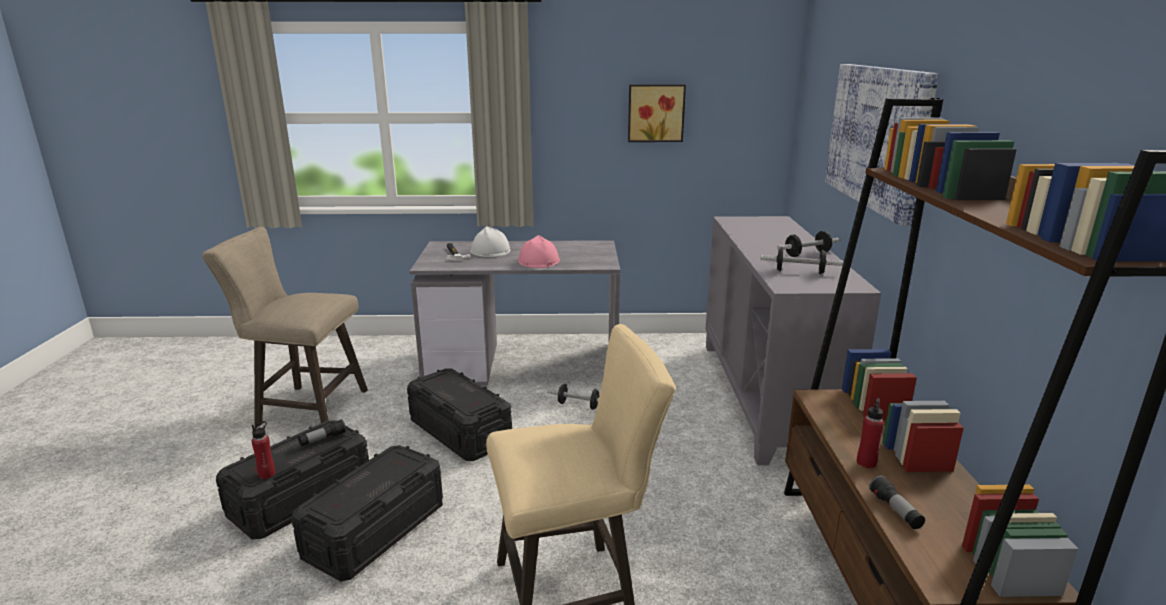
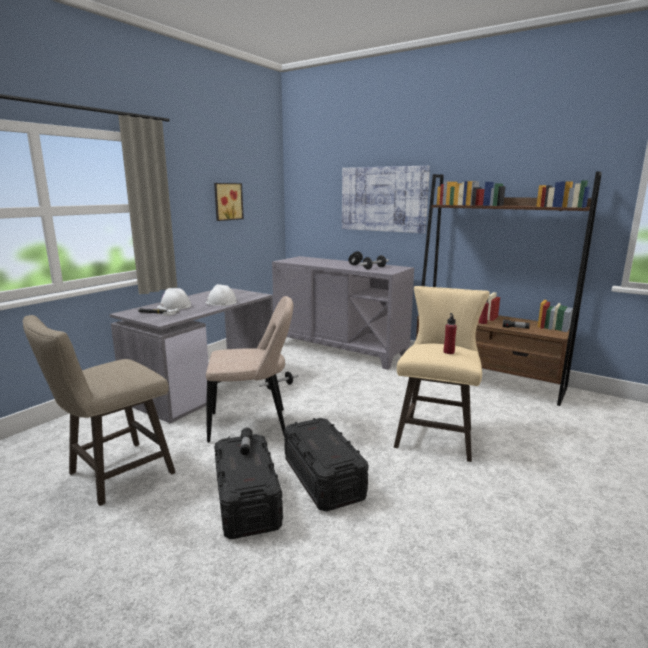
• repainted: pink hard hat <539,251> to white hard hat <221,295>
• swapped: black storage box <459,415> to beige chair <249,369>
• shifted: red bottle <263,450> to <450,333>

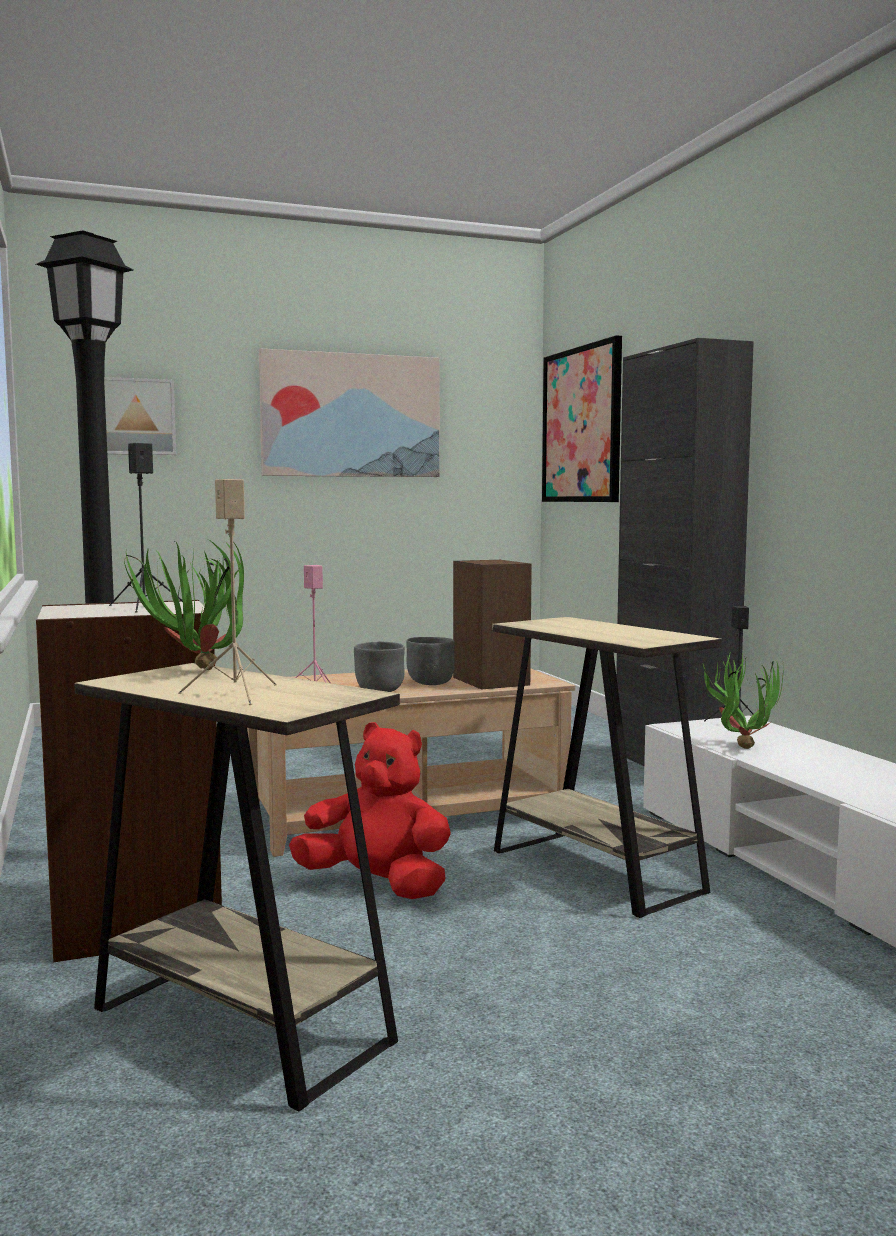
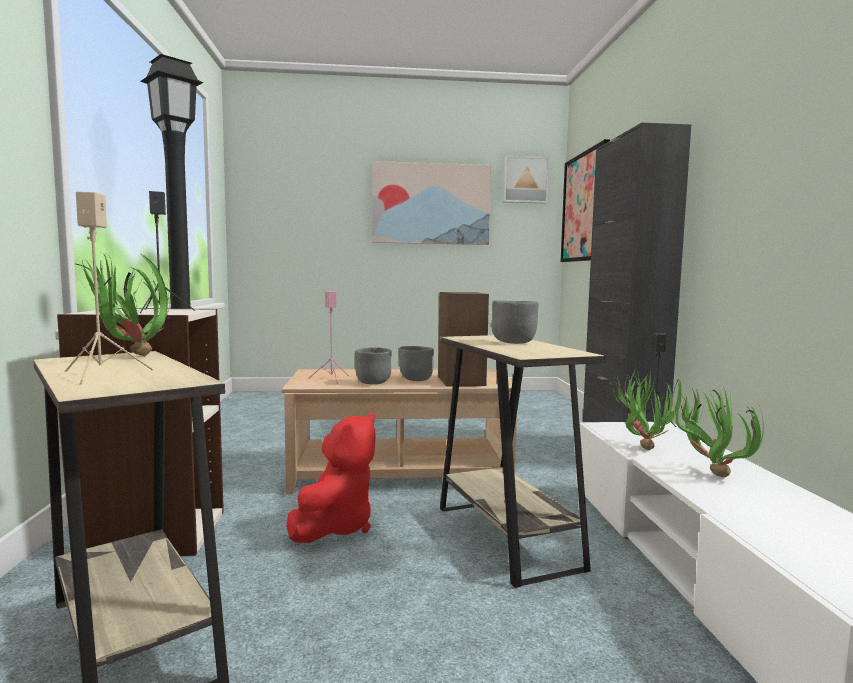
• rotated: red plush toy <370,810> = <331,478> 75 degrees clockwise
• new: grey bowl <515,322>
• shifted: picture <140,416> to <526,179>
• new: potted plant <718,432>

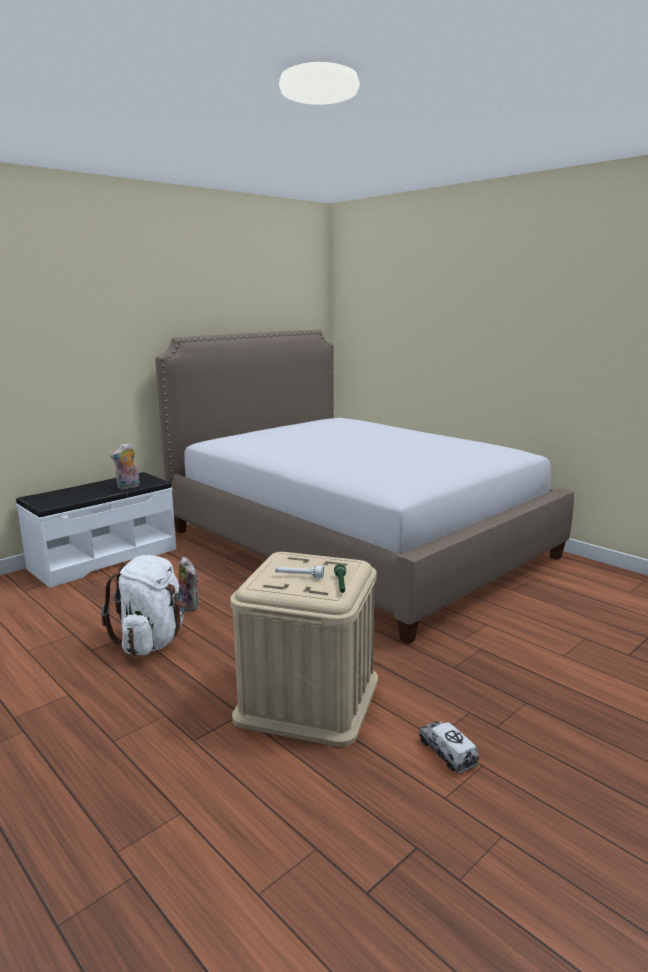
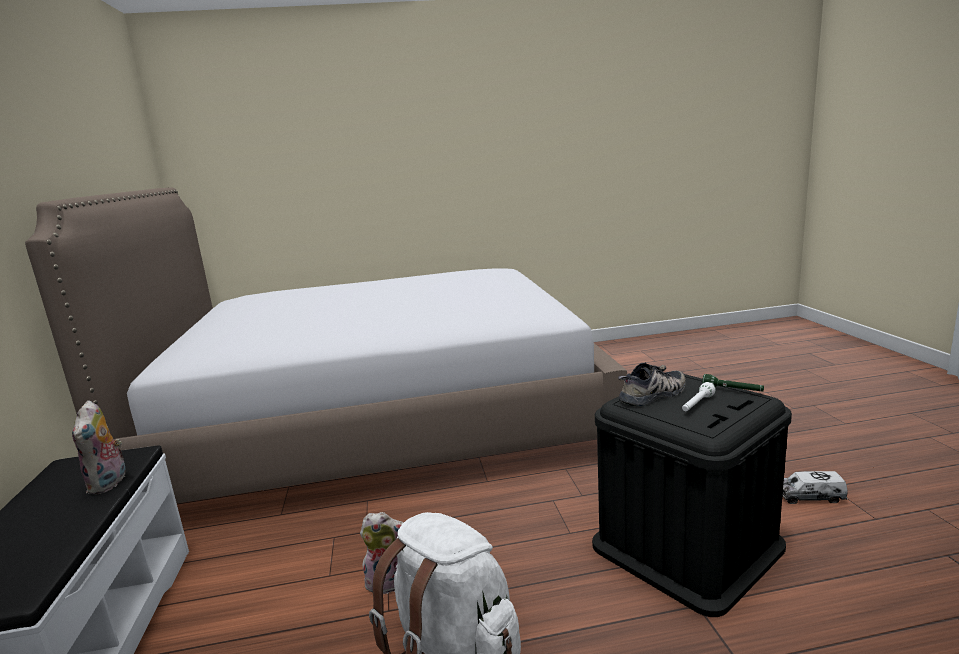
• repainted: beige storage box <304,649> to black storage box <692,495>
• new: shoe <652,384>

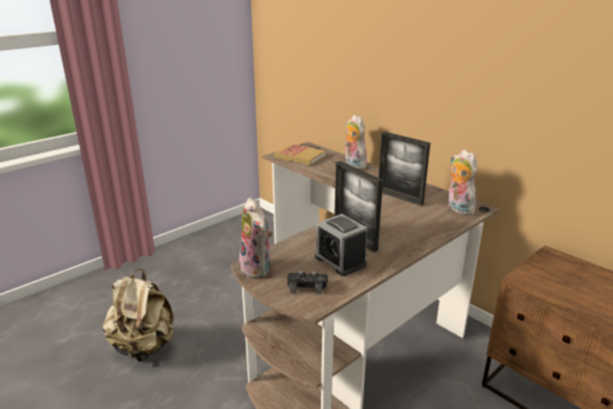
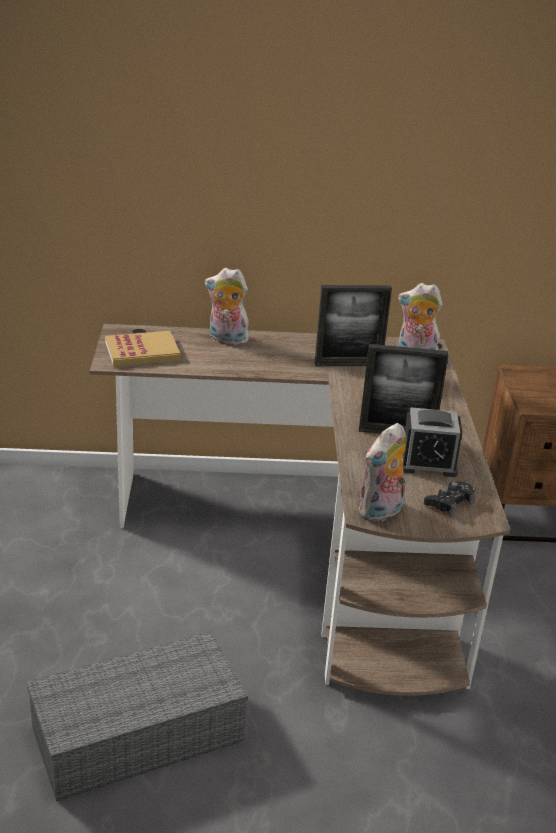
• swapped: beige backpack <138,315> to grey storage box <137,717>
• rotated: plush toy <256,238> = <382,473> 120 degrees clockwise

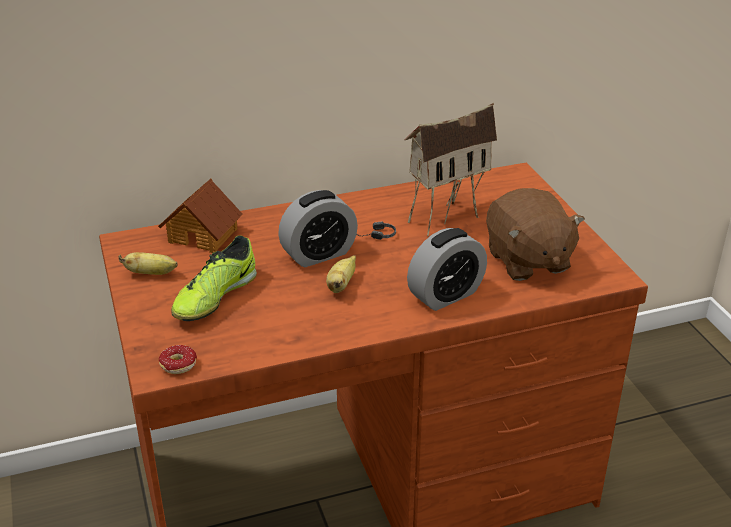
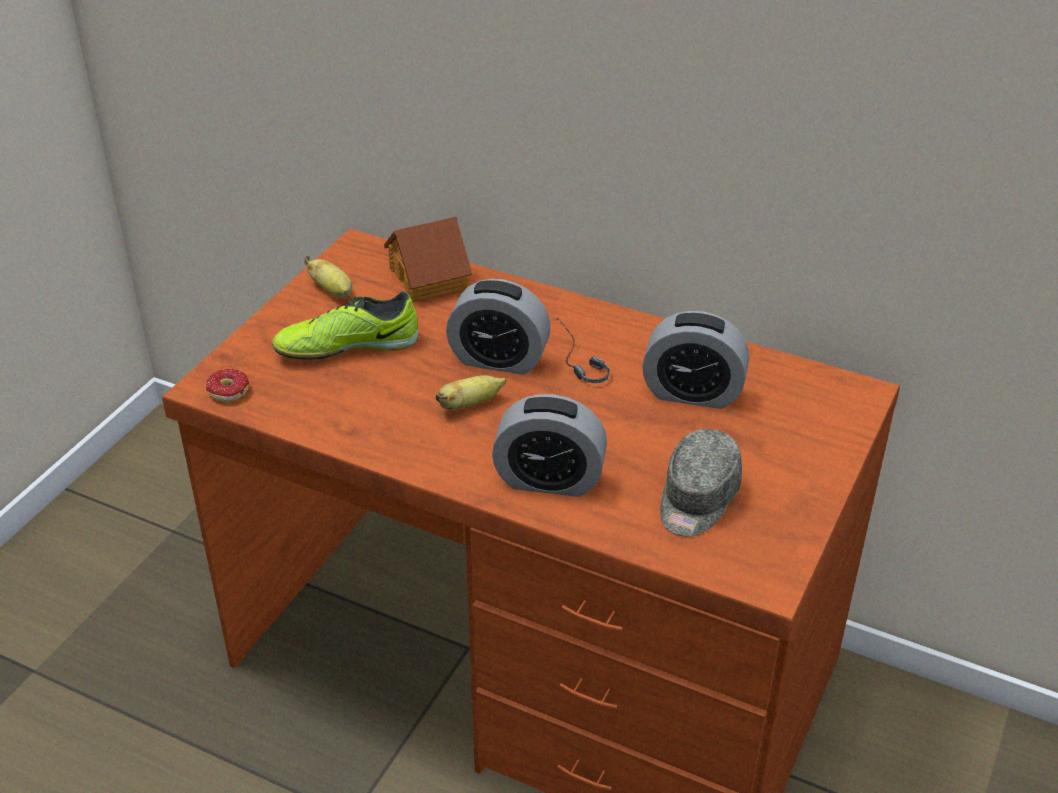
• swapped: toy house <450,169> to alarm clock <695,360>
• swapped: brown plush toy <535,234> to grey cap <701,483>

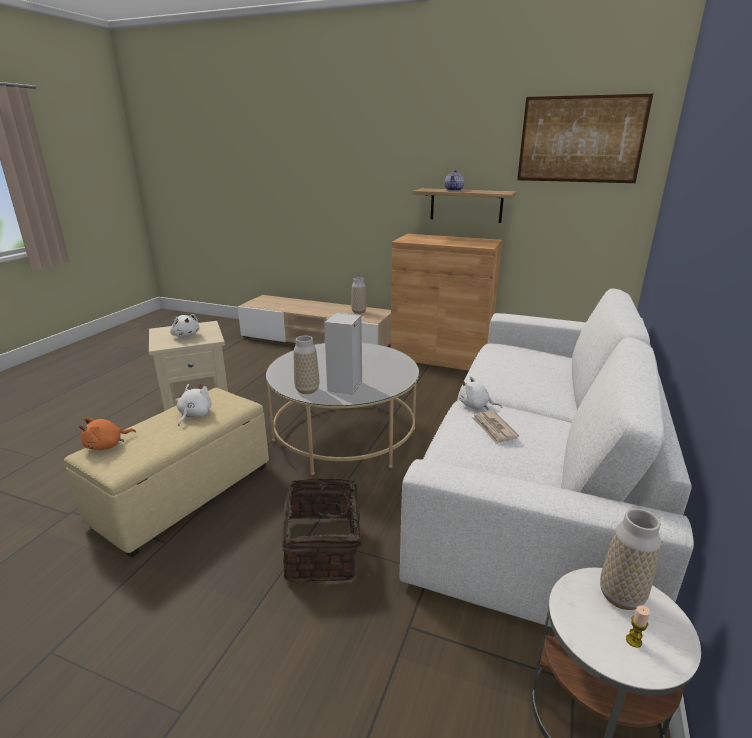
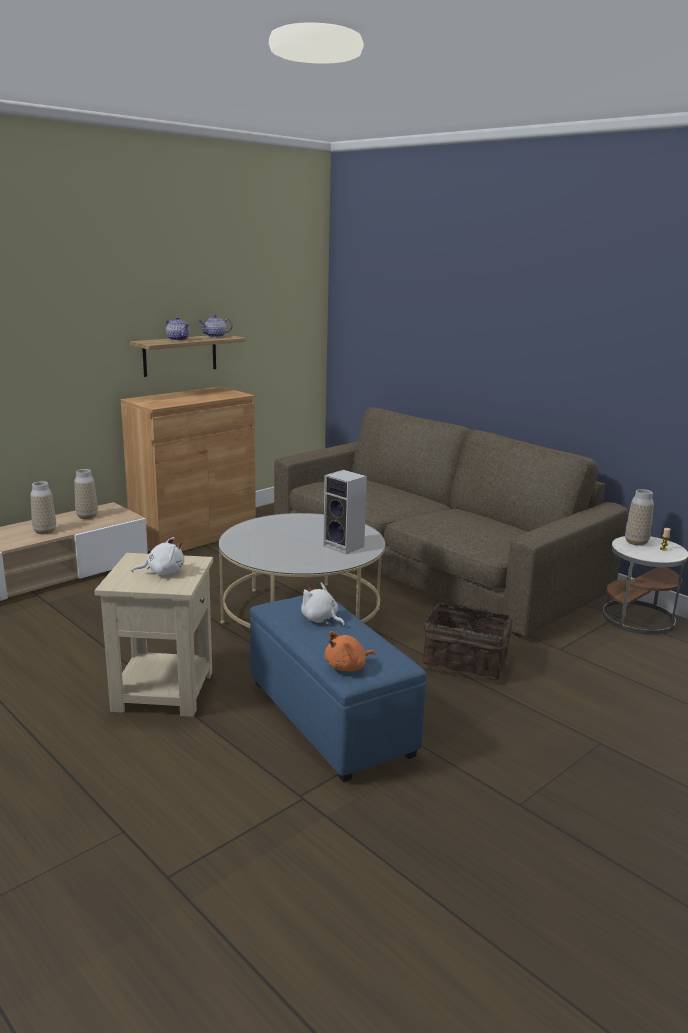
• shifted: vase <306,365> to <43,507>
• new: teapot <215,325>
• repainted: beige ottoman <166,473> to blue ottoman <338,688>
• repainted: white sofa <547,458> to brown sofa <451,521>
• rotated: orange plush toy <107,433> = <350,651> 75 degrees clockwise
• gone: white plush toy <480,393>
• gone: newspaper <495,427>
• gone: picture <585,138>

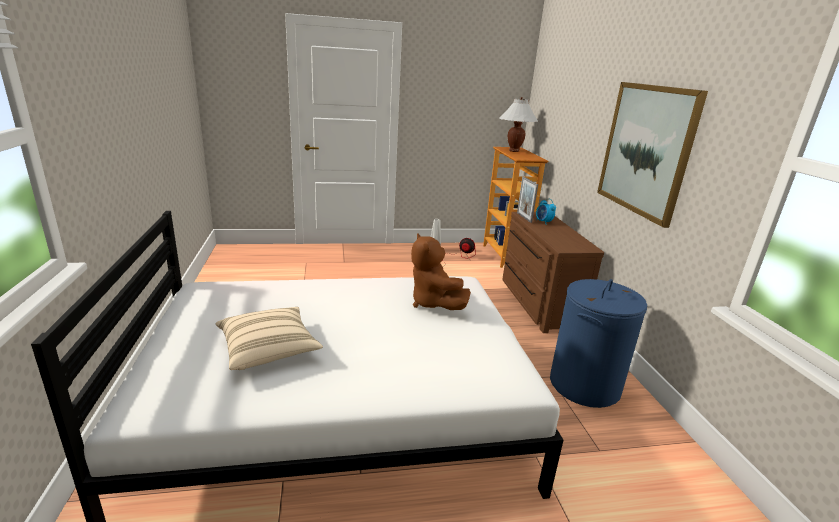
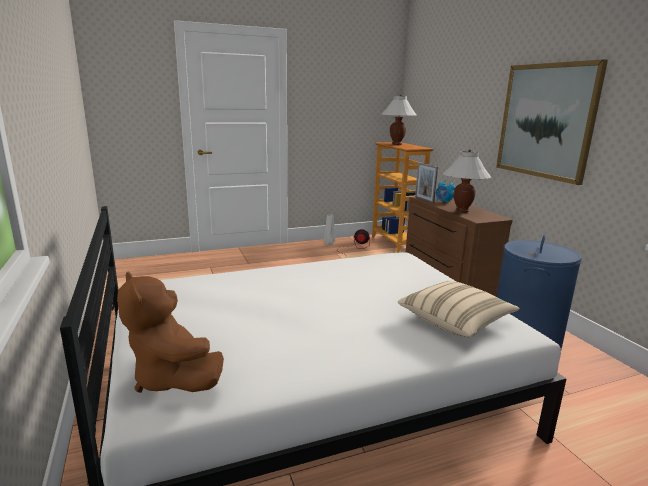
• shifted: brown plush toy <441,271> to <170,332>
• shifted: beige pillow <269,338> to <459,309>
• new: white table lamp <467,181>

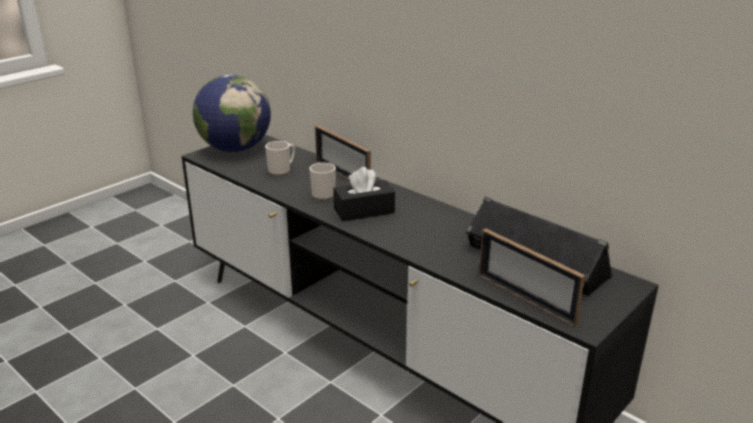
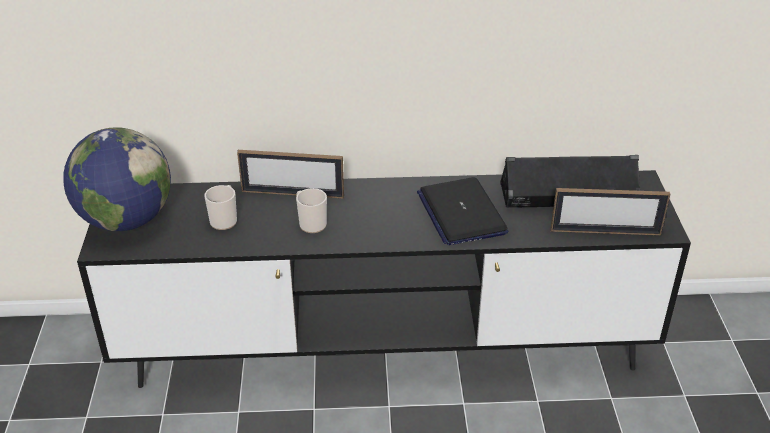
• new: laptop <462,211>
• gone: black tissue box <364,194>

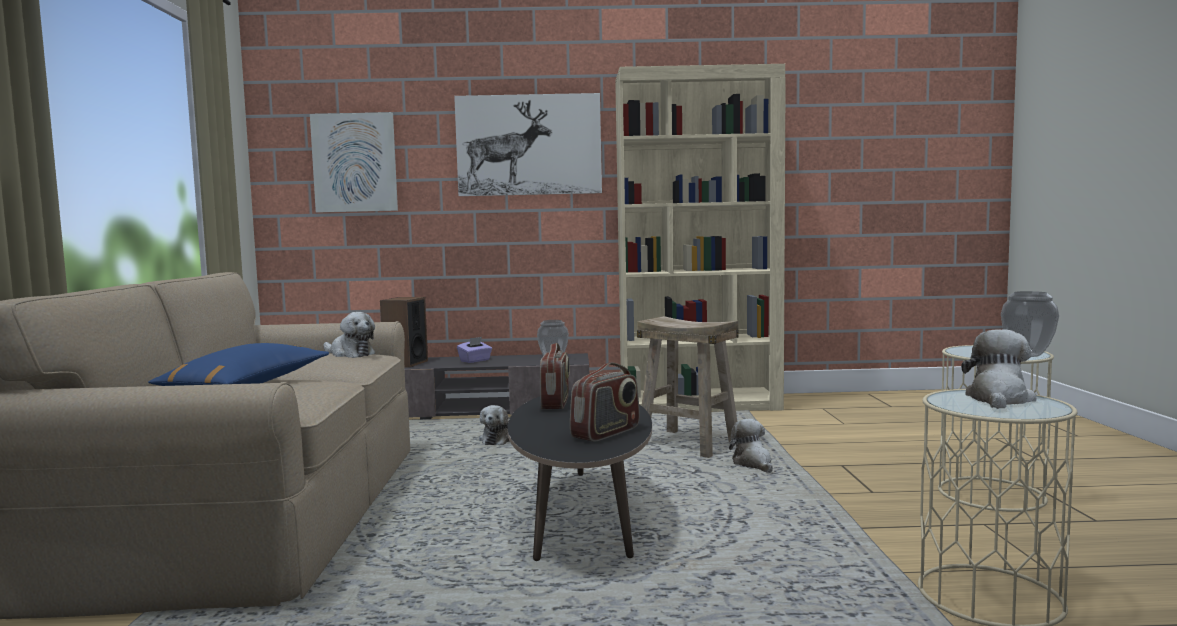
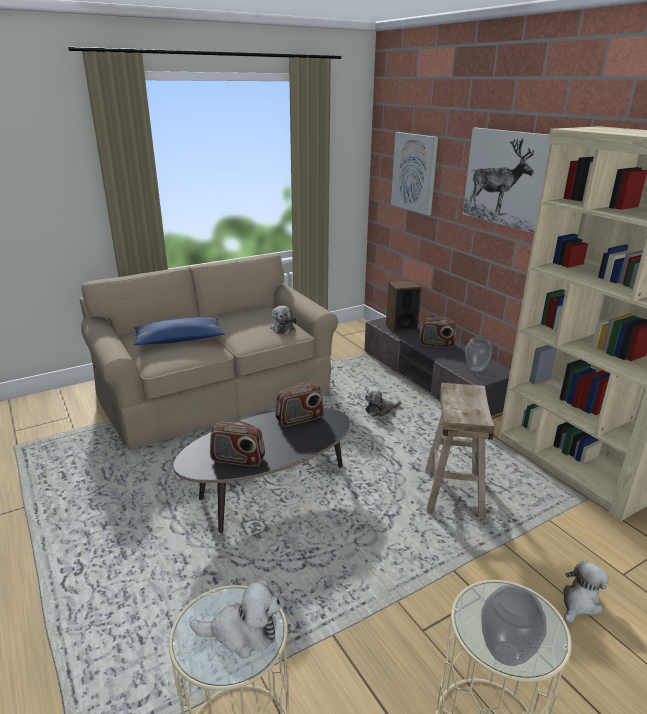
• swapped: purple tissue box <474,350> to radio <437,332>
• shifted: plush toy <751,446> to <585,592>

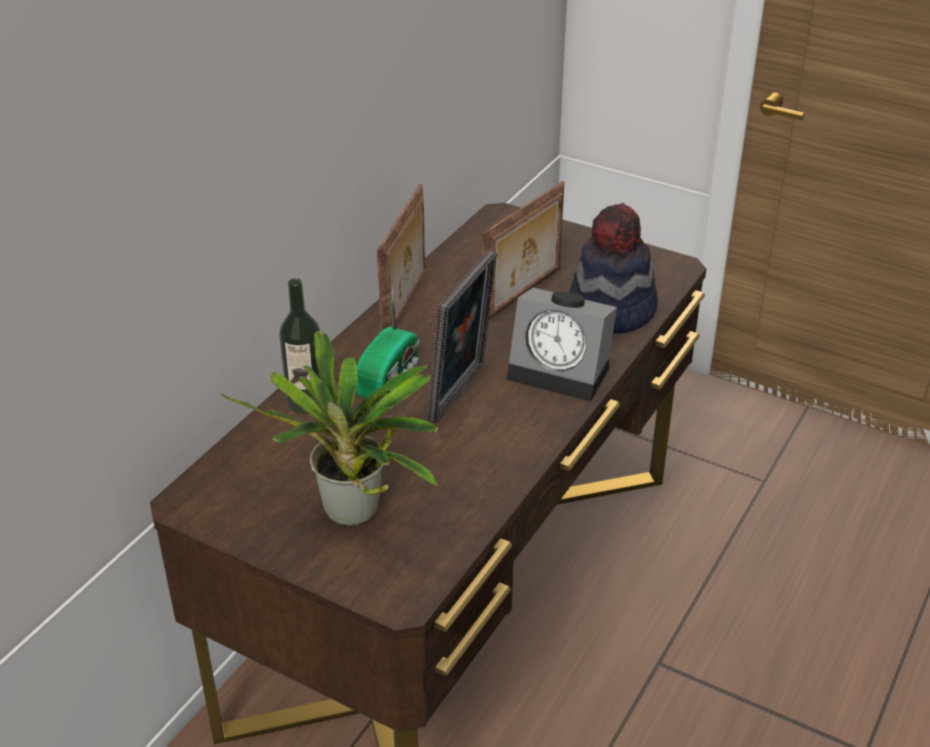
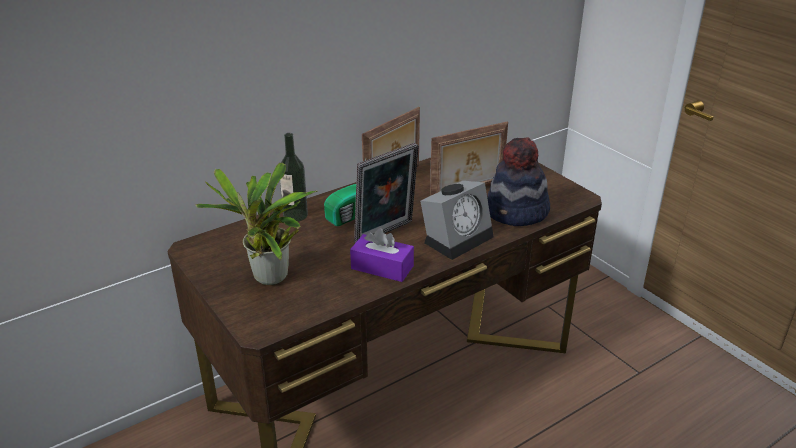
• new: purple tissue box <382,255>
• rotated: alarm clock <562,345> = <457,220> 90 degrees counterclockwise

